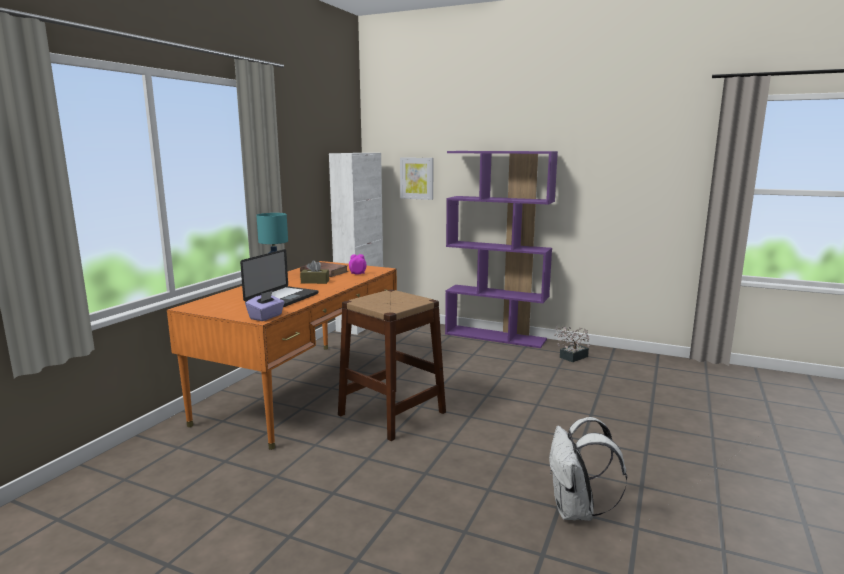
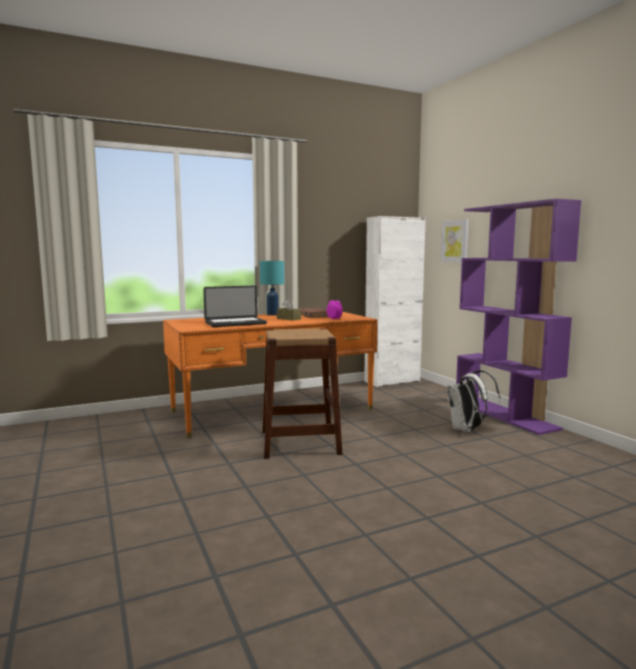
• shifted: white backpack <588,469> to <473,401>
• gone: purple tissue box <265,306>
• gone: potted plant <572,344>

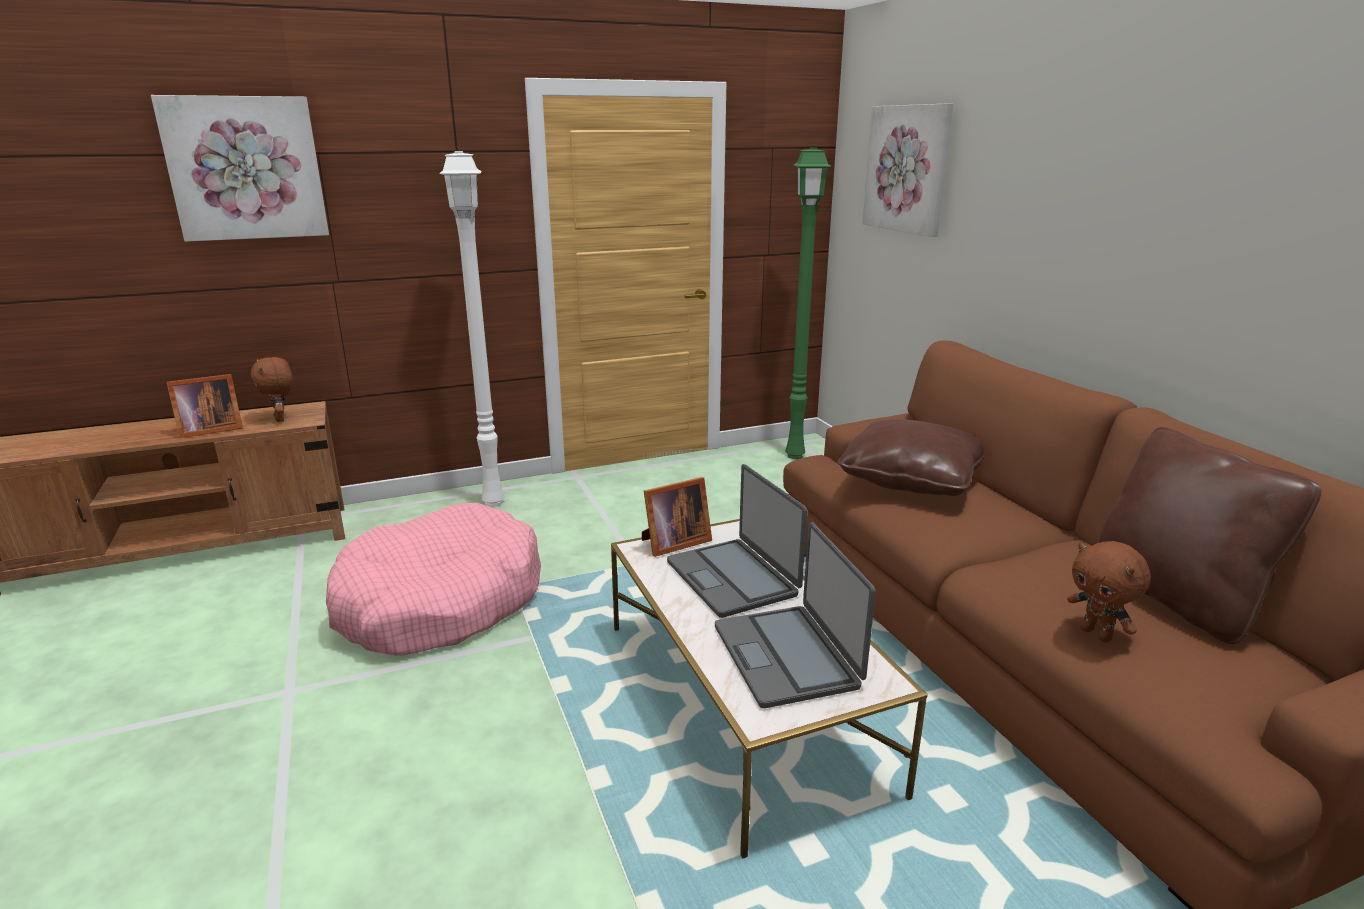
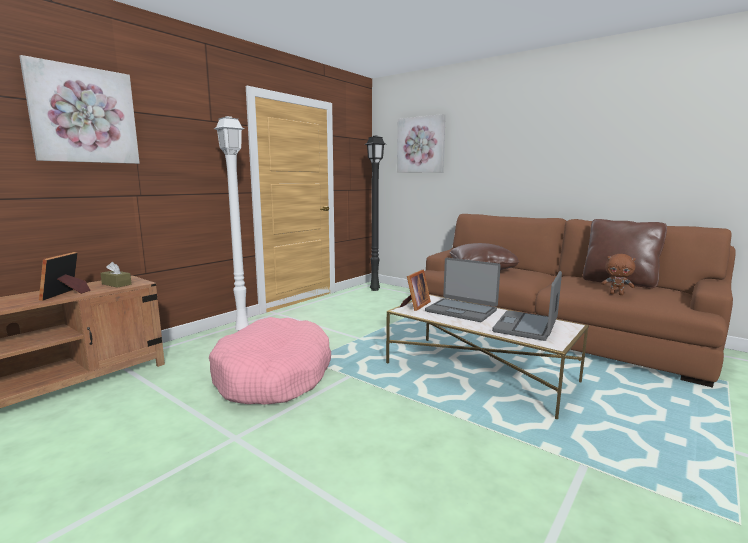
• rotated: picture frame <205,406> = <65,276> 150 degrees clockwise
• swapped: brown plush toy <271,389> to brown tissue box <116,275>
• repainted: green floor lamp <808,303> to black floor lamp <375,213>
• rotated: laptop <795,615> = <527,306> 75 degrees clockwise

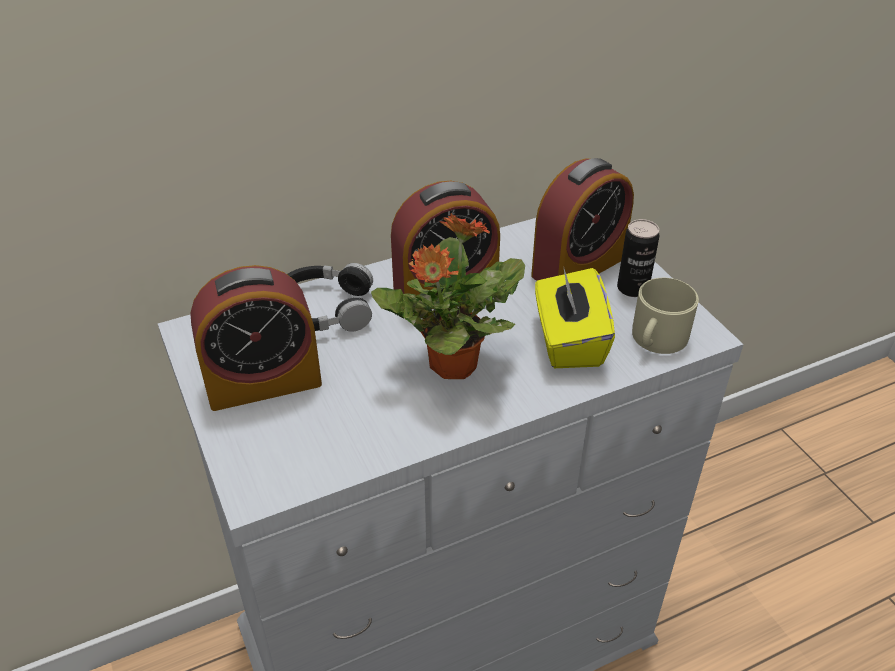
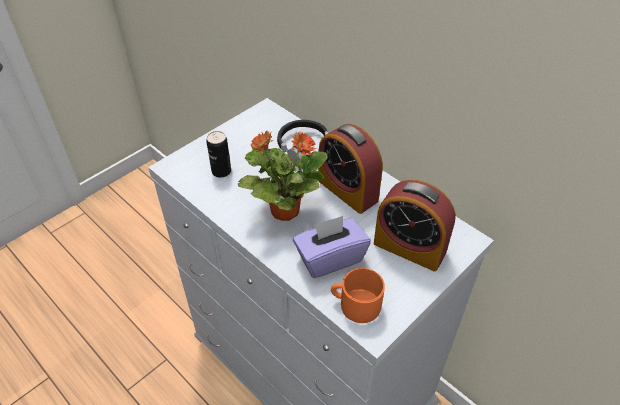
• shifted: can <638,258> to <218,154>
• repainted: yellow tissue box <575,318> to purple tissue box <332,247>
• repainted: beige mug <665,316> to orange mug <358,295>
• gone: alarm clock <256,338>

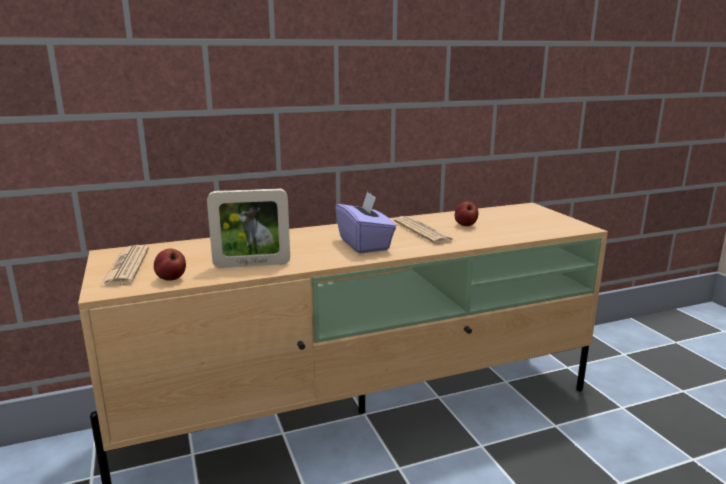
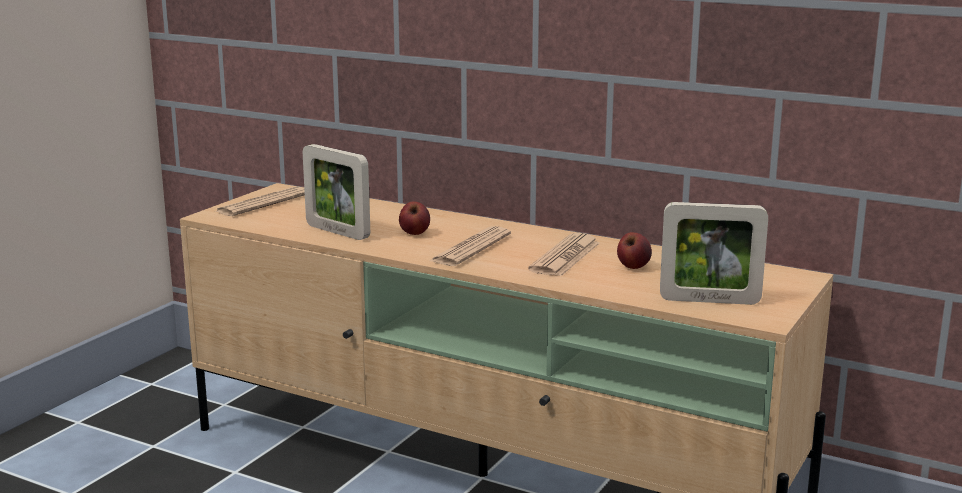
• shifted: apple <170,265> to <414,218>
• swapped: purple tissue box <365,222> to newspaper <470,246>
• new: picture frame <714,253>

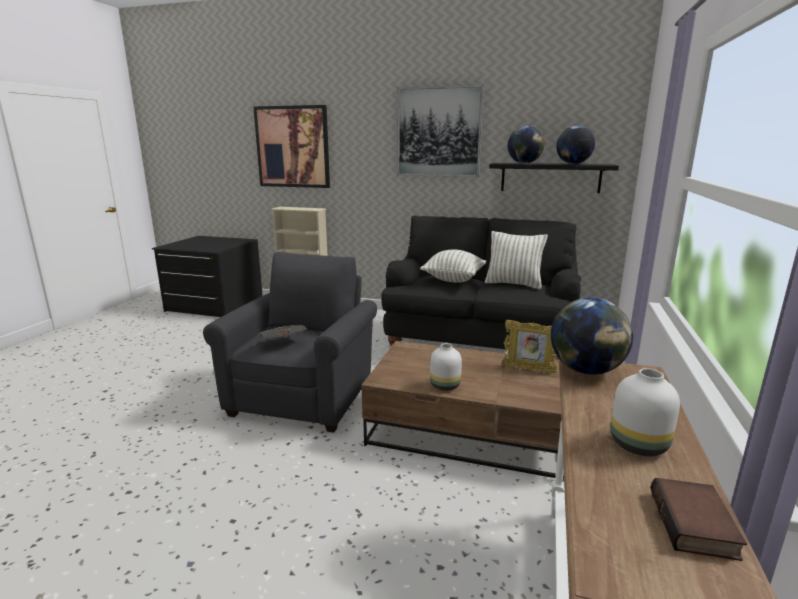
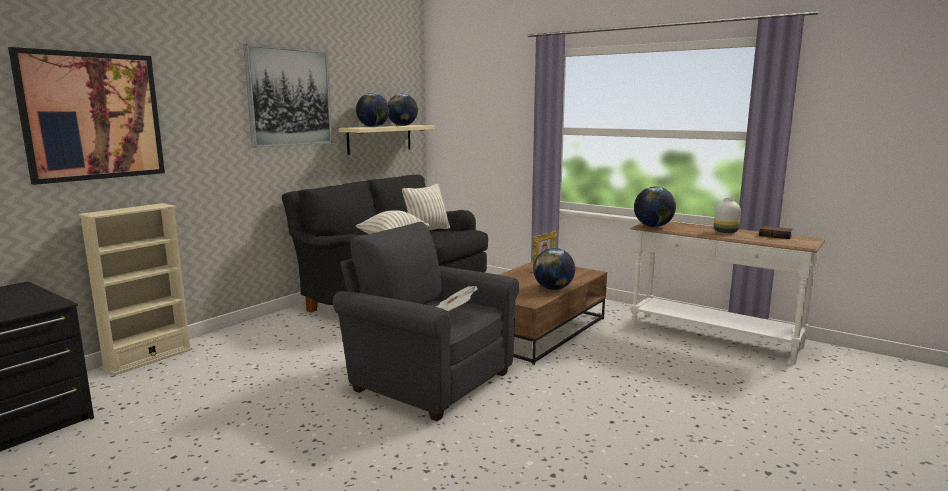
• repainted: black shelf <554,178> to beige shelf <387,140>
• swapped: white vase <446,367> to globe <554,269>

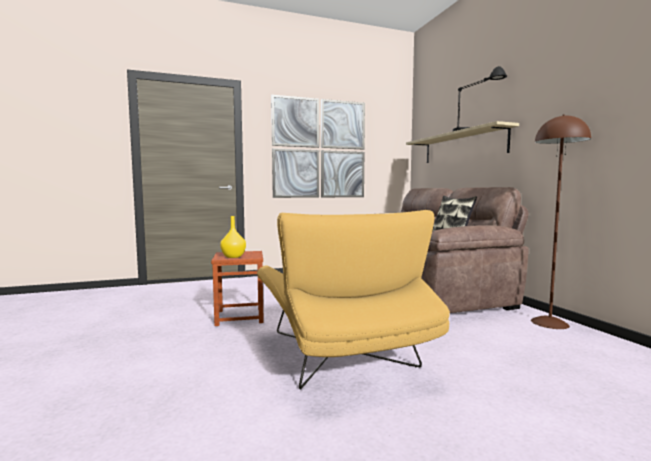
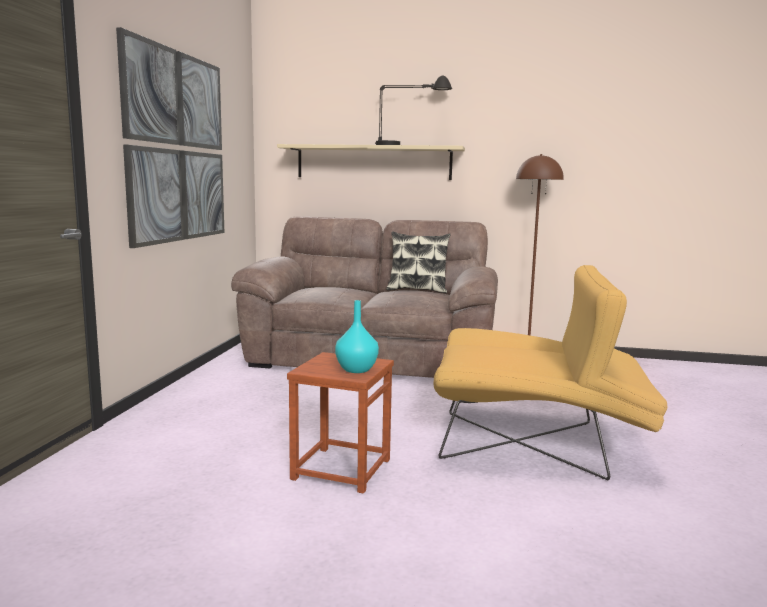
• repainted: yellow vase <233,237> to turquoise vase <357,336>

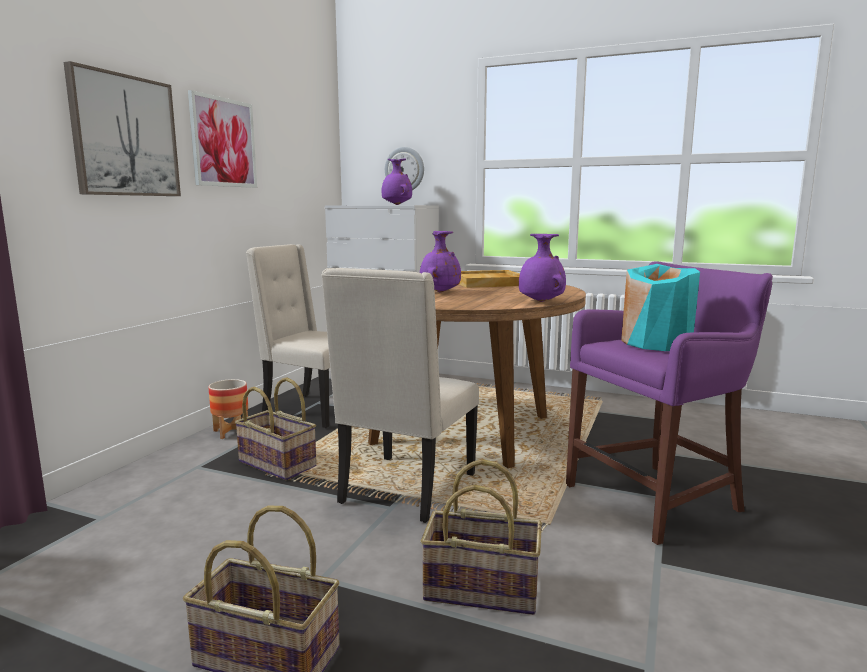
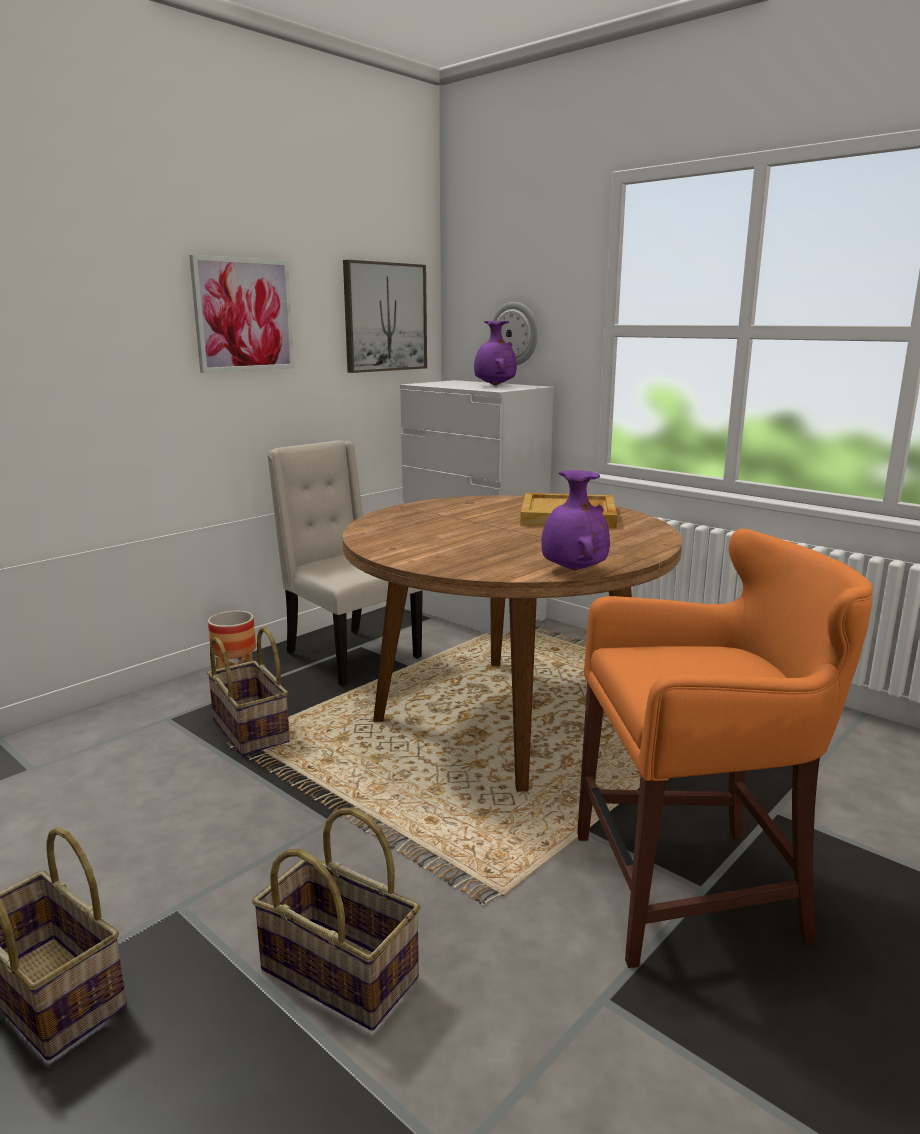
• shifted: picture <122,128> to <385,316>
• repainted: purple stool <669,403> to orange stool <725,748>
• gone: beige chair <400,395>
• gone: purple vase <440,262>
• gone: turquoise vase <660,307>

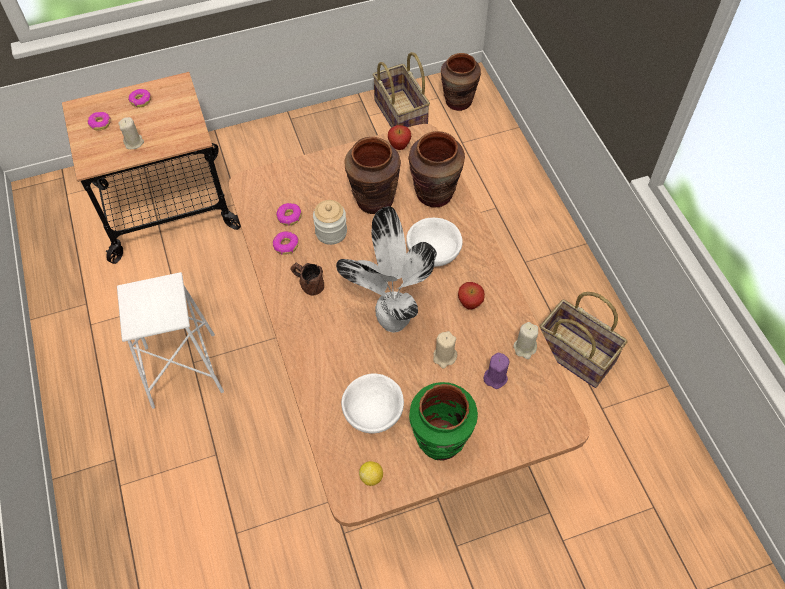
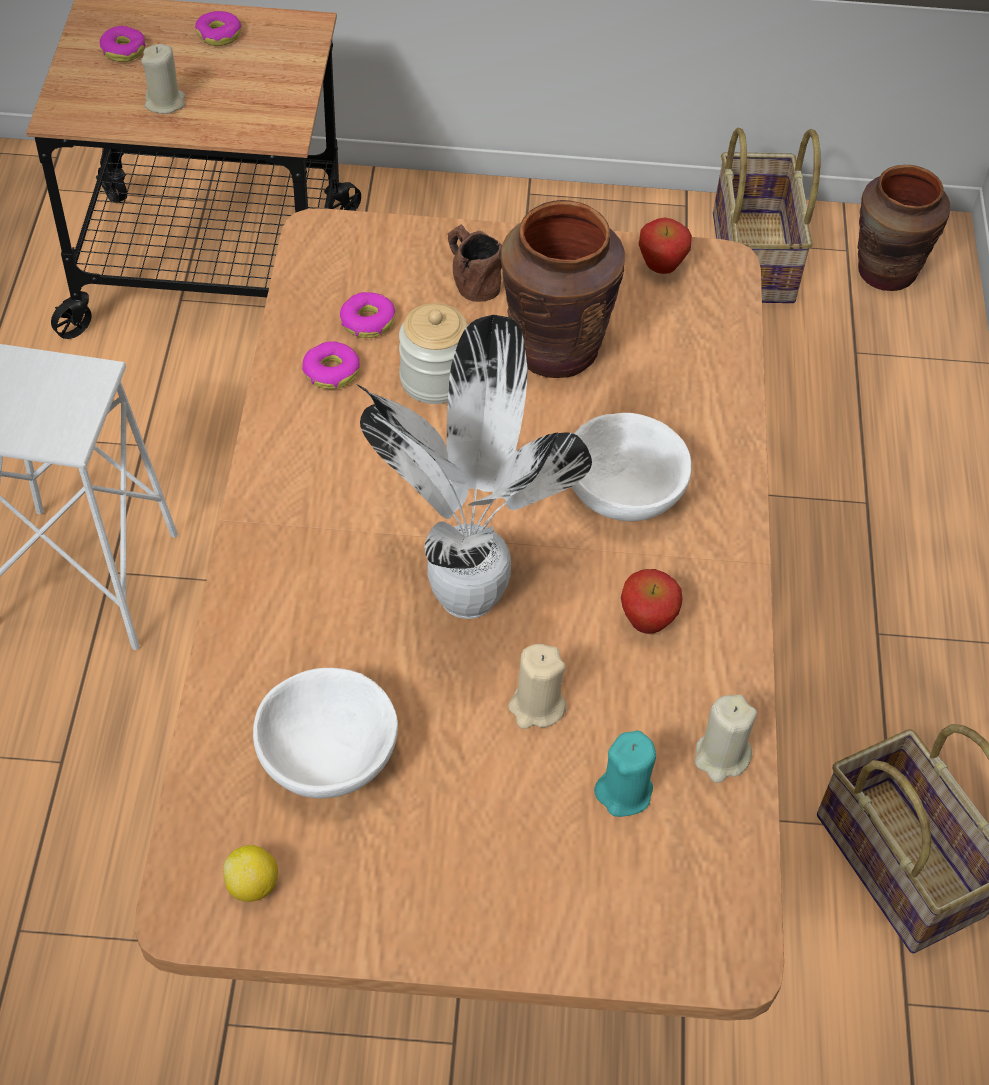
• shifted: brown mug <307,279> to <475,263>
• repainted: purple candle <496,371> to turquoise candle <625,773>
• gone: brown vase <436,169>
• gone: green vase <443,421>

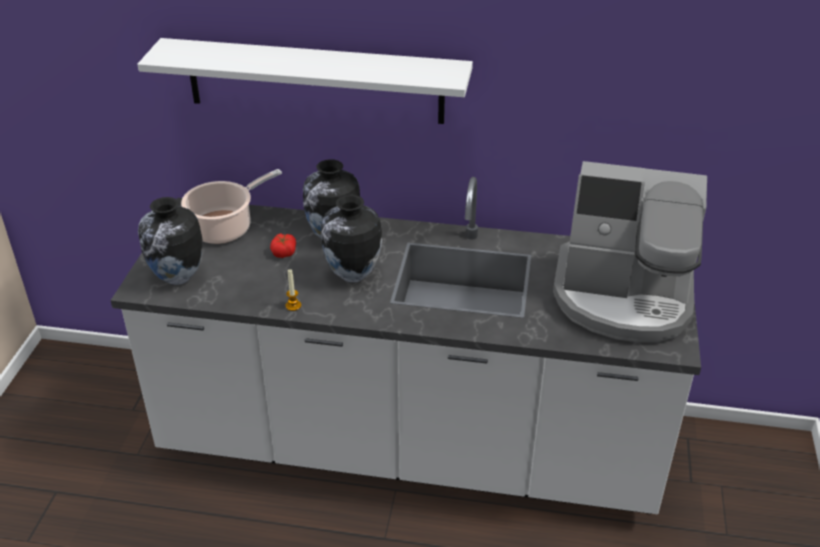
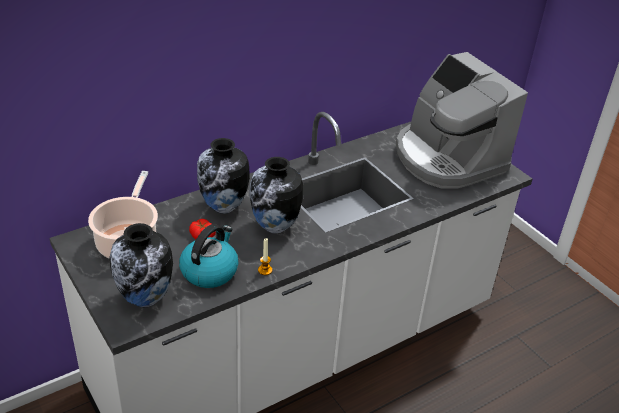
• new: kettle <208,256>
• rotated: coffee machine <630,251> = <462,120> 90 degrees clockwise
• gone: white shelf <305,81>

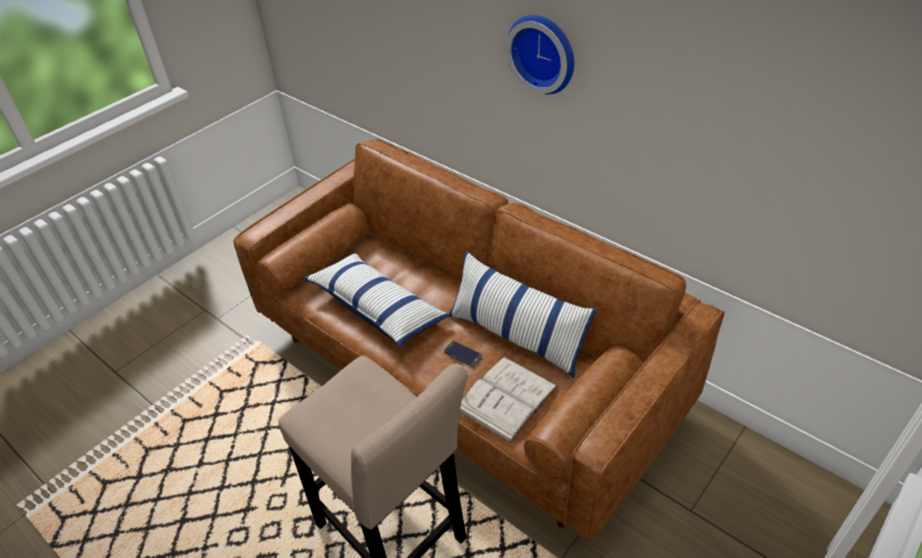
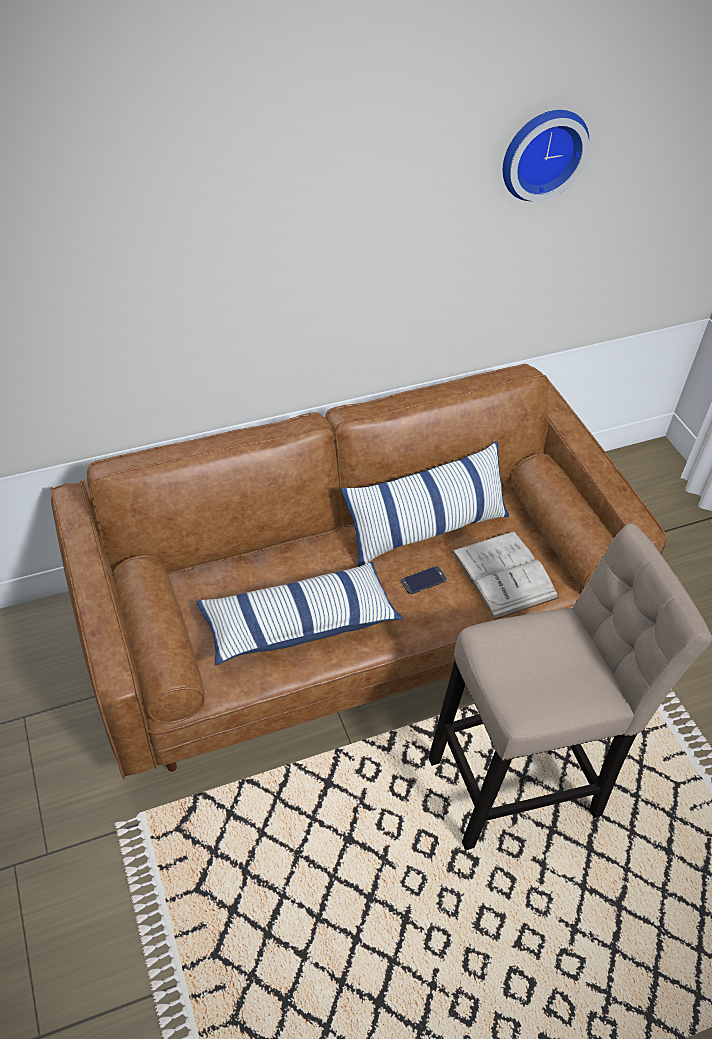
• shifted: wall clock <540,54> to <546,155>

